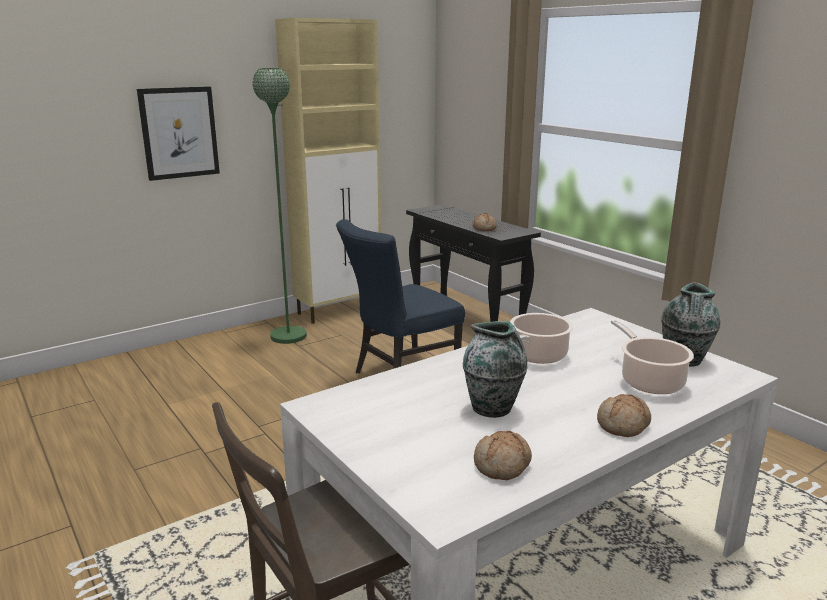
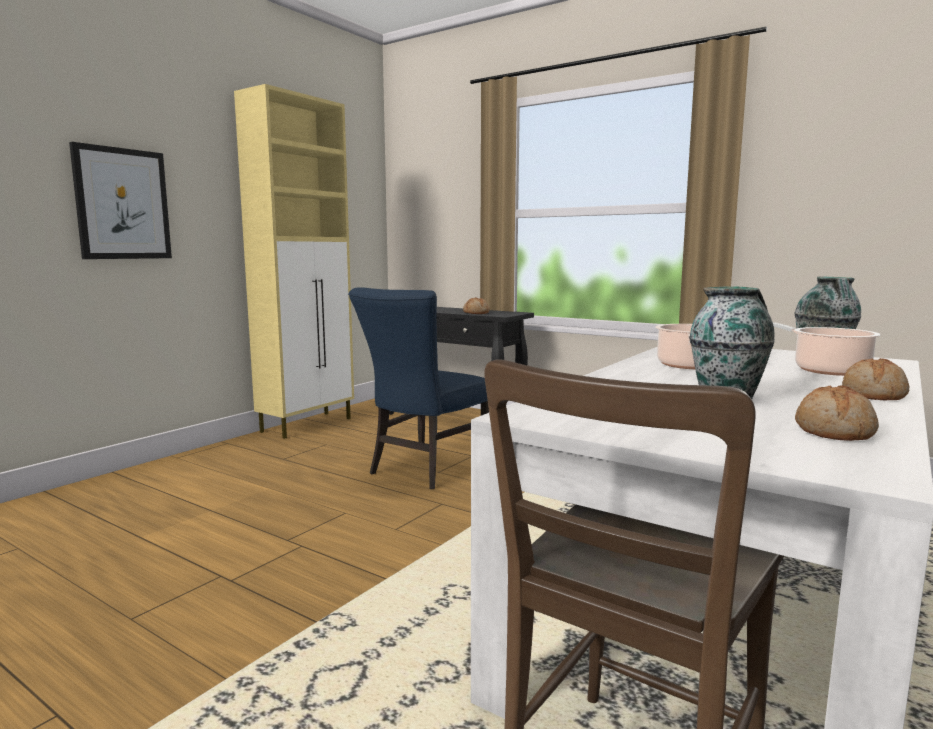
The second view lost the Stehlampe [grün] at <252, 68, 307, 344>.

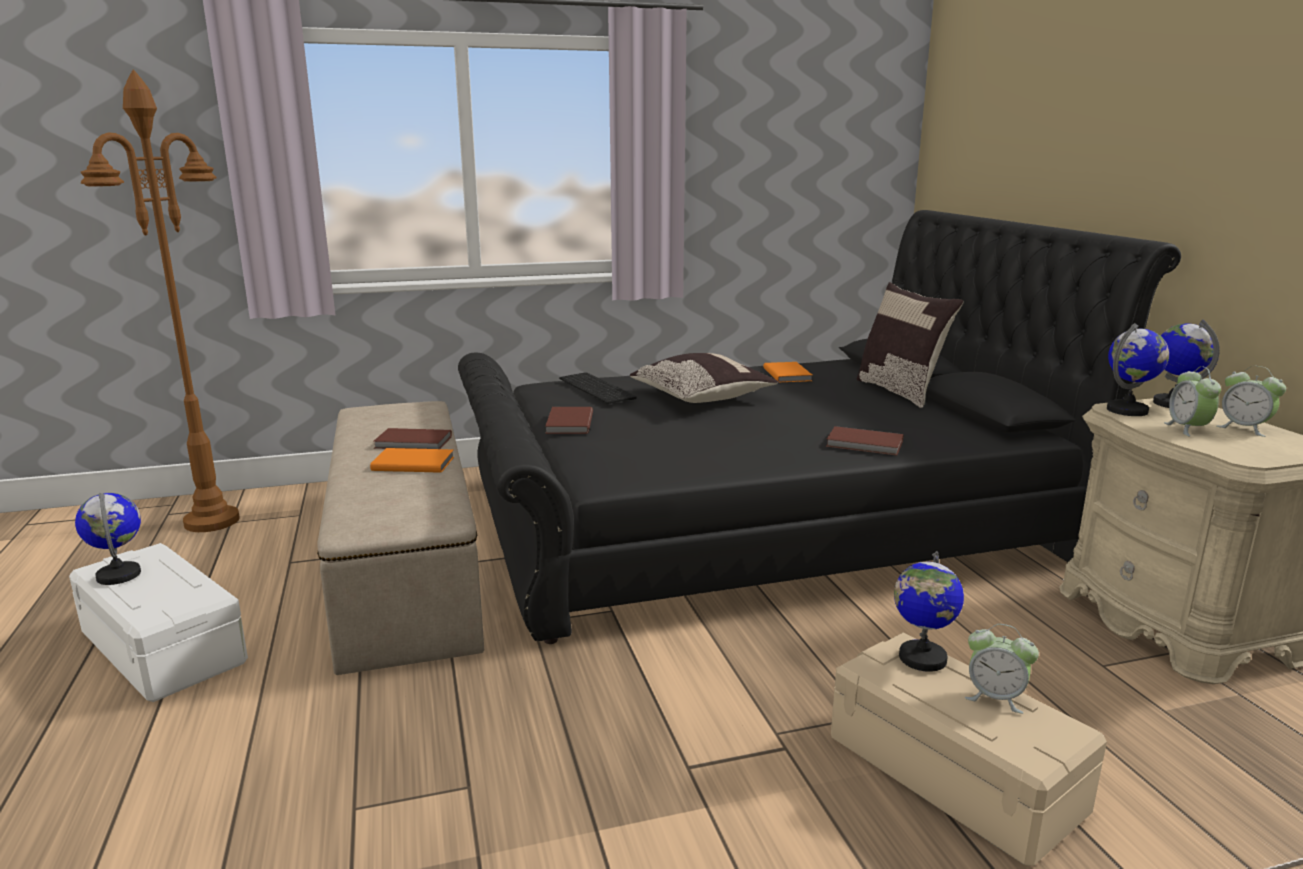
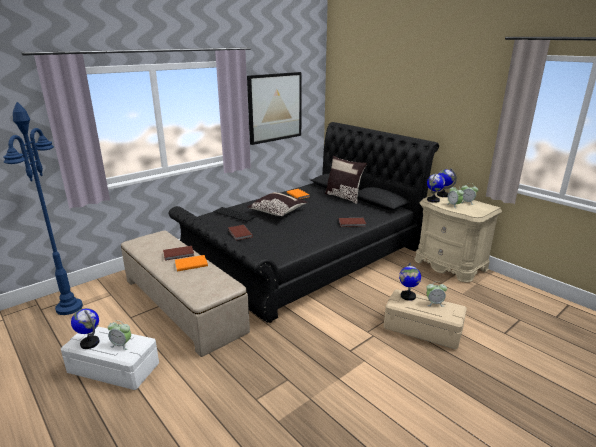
What was the Stehlampe [braun] at <81, 69, 240, 532> turned into the Stehlampe [blau] at <3, 102, 83, 315>.
The second view gained the Bild at <247, 72, 302, 145>.
The second view gained the Wecker at <108, 320, 131, 350>.

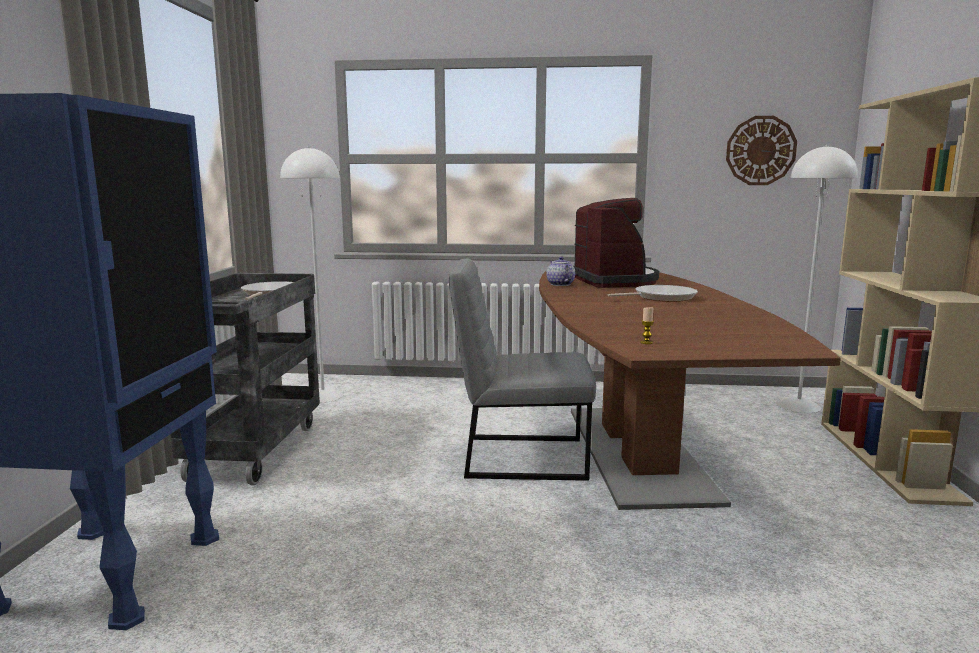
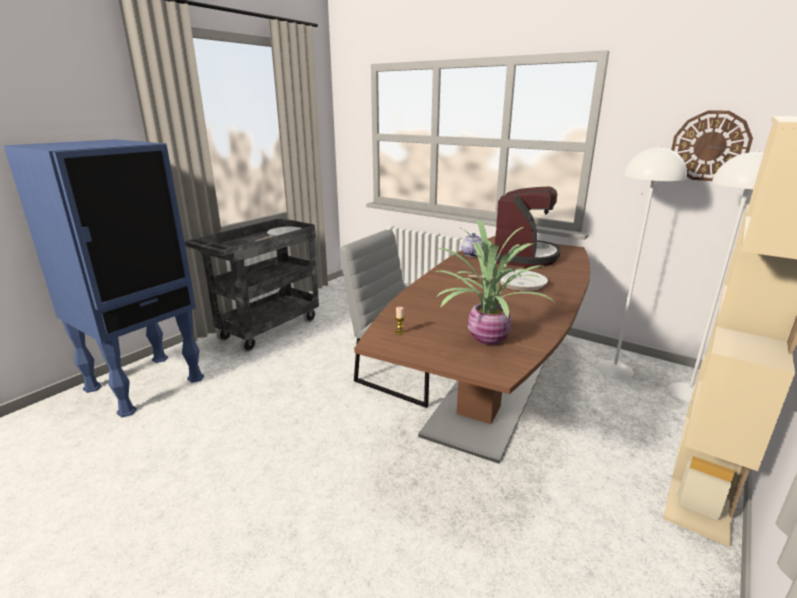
The Stehlampe [weiß] ended up elsewhere, having gone from <280, 147, 343, 402> to <596, 146, 687, 379>.
The second view gained the Topfpflanze at <435, 220, 556, 345>.

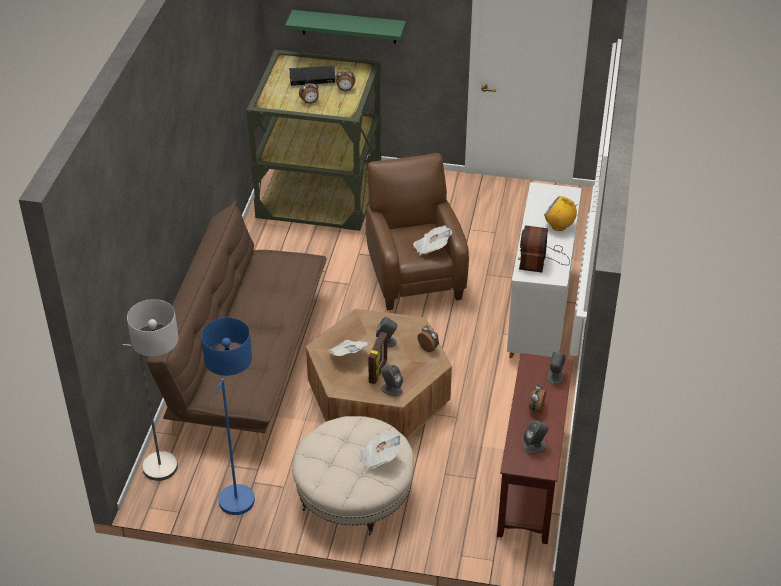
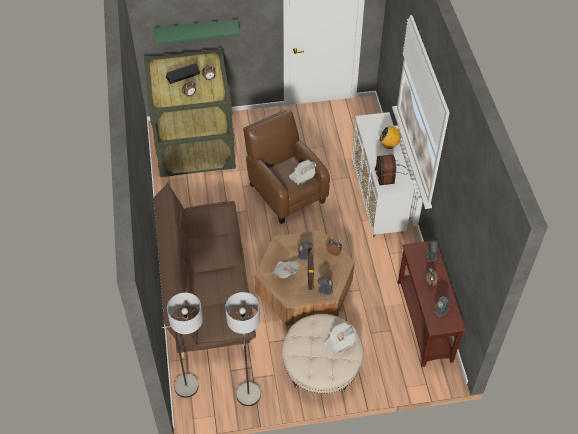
What was the Stehlampe [blau] at <201, 318, 255, 515> turned into the Stehlampe [grau] at <225, 292, 261, 406>.

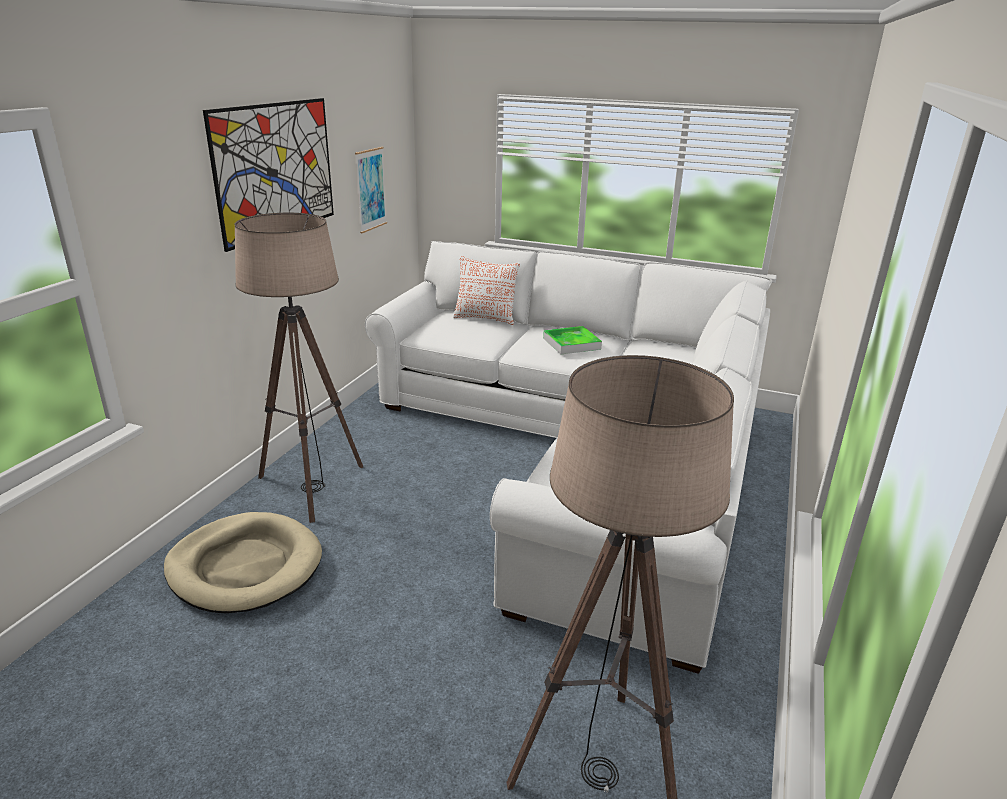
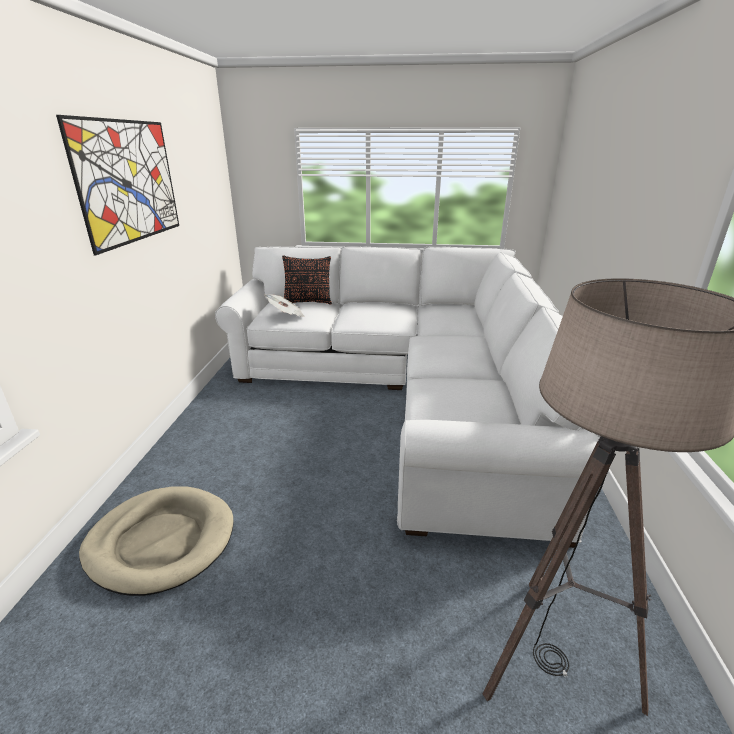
The second view lost the Bild at <355, 147, 387, 233>.
The second view lost the Stehlampe at <235, 213, 363, 523>.
What was the Kissen [weiß] at <453, 256, 520, 325> turned into the Kissen [schwarz] at <282, 255, 332, 305>.
The second view lost the Tablett at <543, 326, 602, 354>.
The second view gained the Zeitung at <264, 294, 305, 317>.

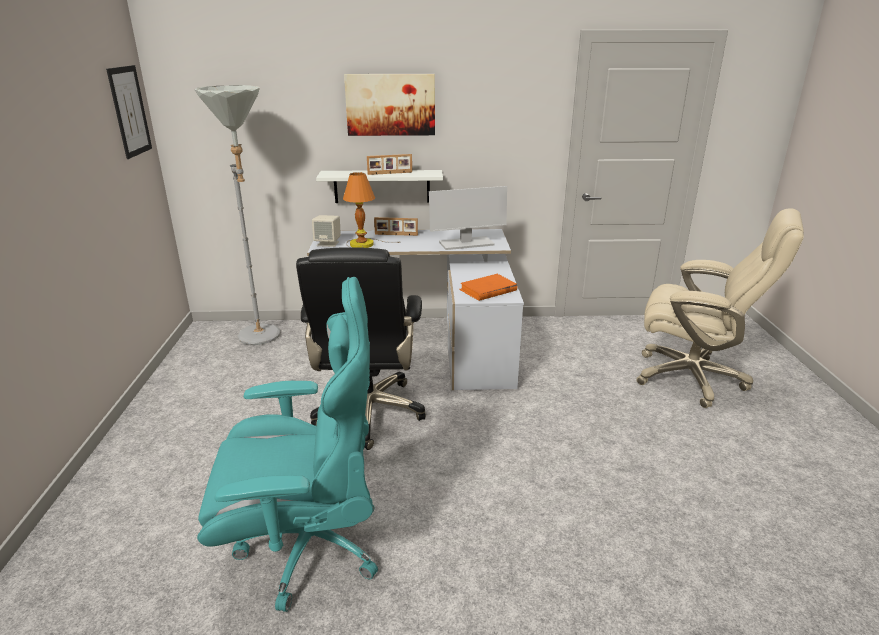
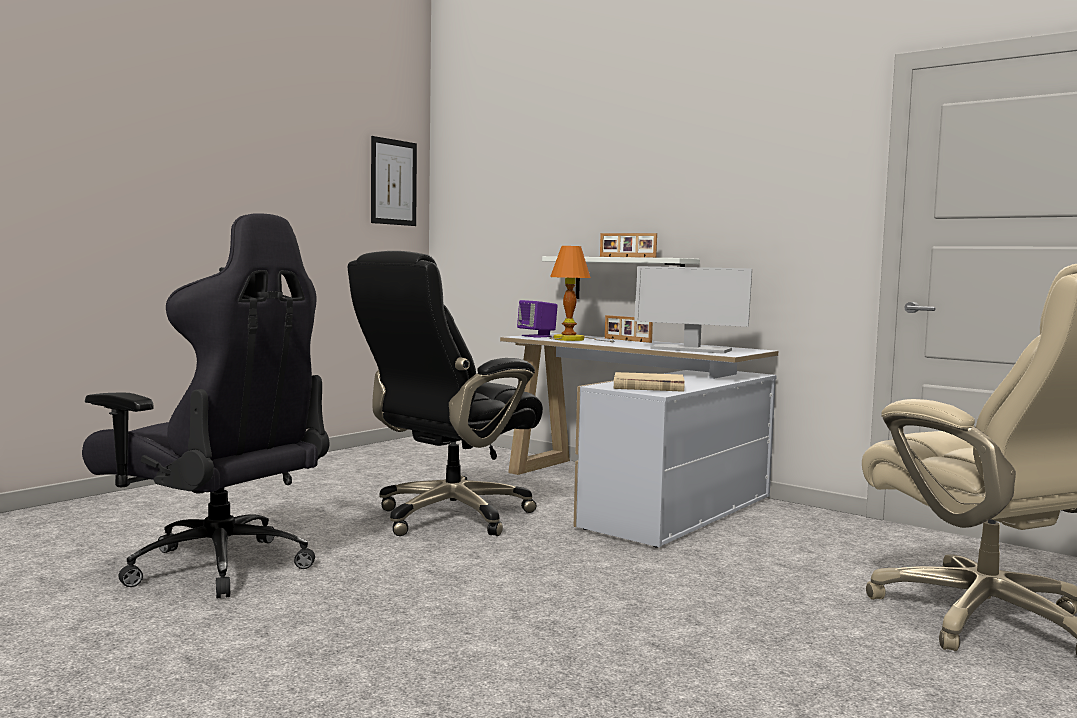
The second view lost the Bild at <344, 74, 435, 136>.
The second view lost the Stehlampe [grau] at <195, 85, 281, 345>.
What was the Lautsprecher [beige] at <312, 215, 341, 247> turned into the Lautsprecher [lila] at <517, 300, 558, 338>.
What was the Buch [orange] at <459, 274, 517, 301> turned into the Buch [beige] at <614, 372, 685, 392>.
What was the Bürostuhl [türkis] at <197, 277, 378, 612> turned into the Bürostuhl [schwarz] at <82, 213, 329, 598>.

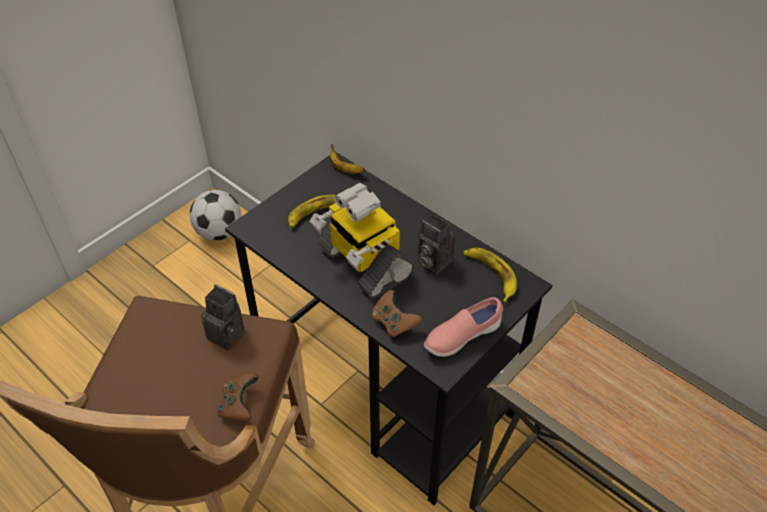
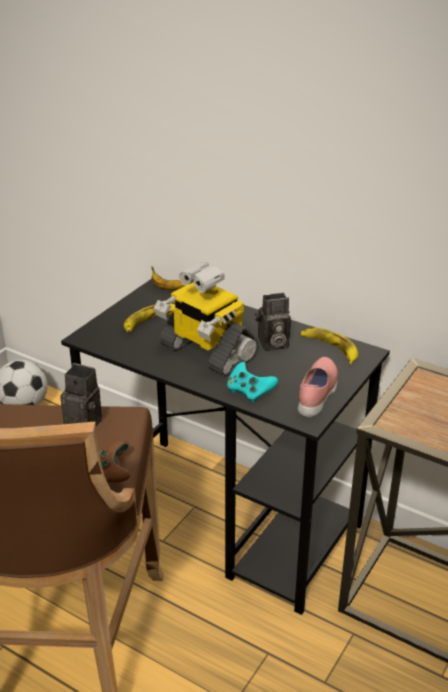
The Kamera at <418, 214, 455, 274> ended up facing another way, 45 degrees counterclockwise from before.
What was the Gamepad [braun] at <371, 290, 422, 337> turned into the Gamepad [türkis] at <227, 362, 278, 403>.
The Schuh [rosa] at <424, 297, 503, 357> ended up facing another way, 150 degrees clockwise from before.

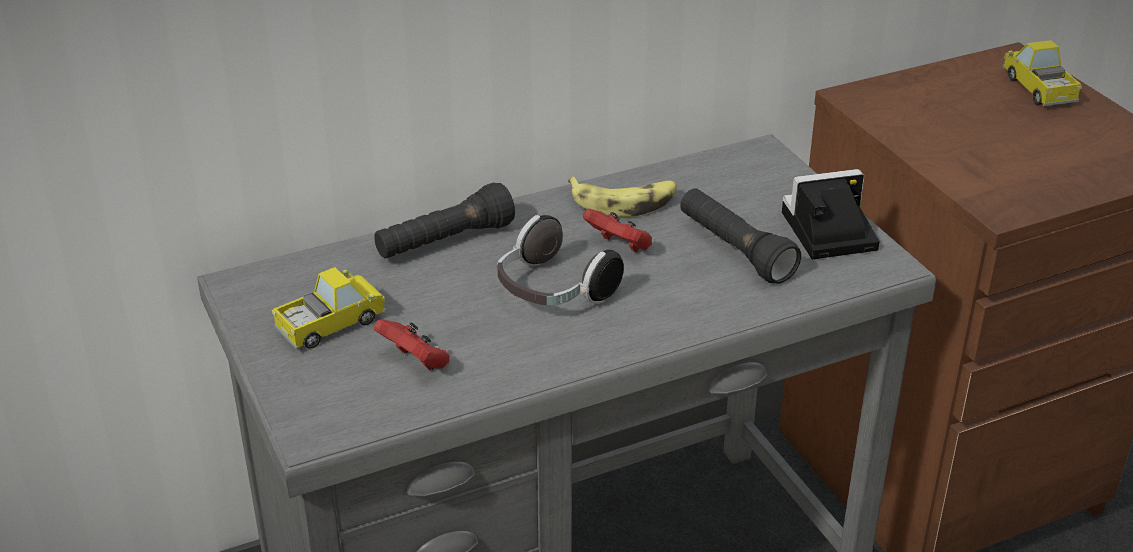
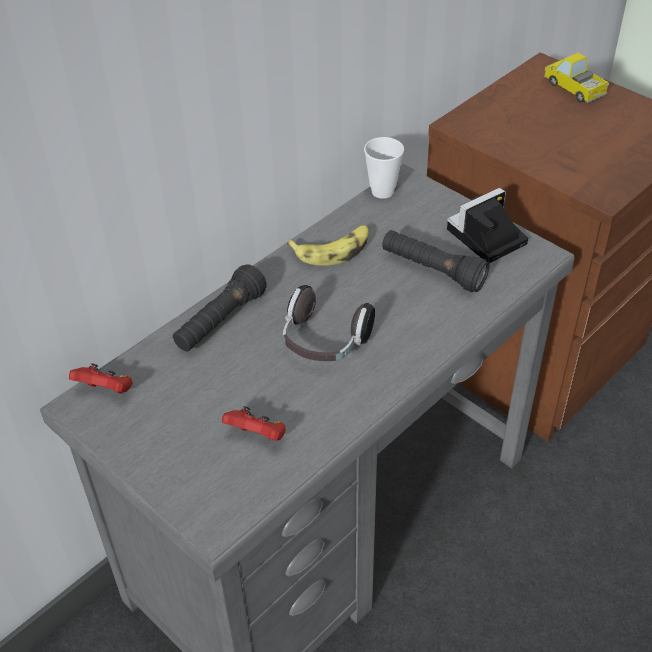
The Gamepad [rot] ended up elsewhere, having gone from <583, 209, 652, 252> to <69, 363, 133, 394>.
The second view lost the Spielzeuglaster at <272, 267, 386, 350>.
The second view gained the Tasse at <364, 137, 404, 199>.

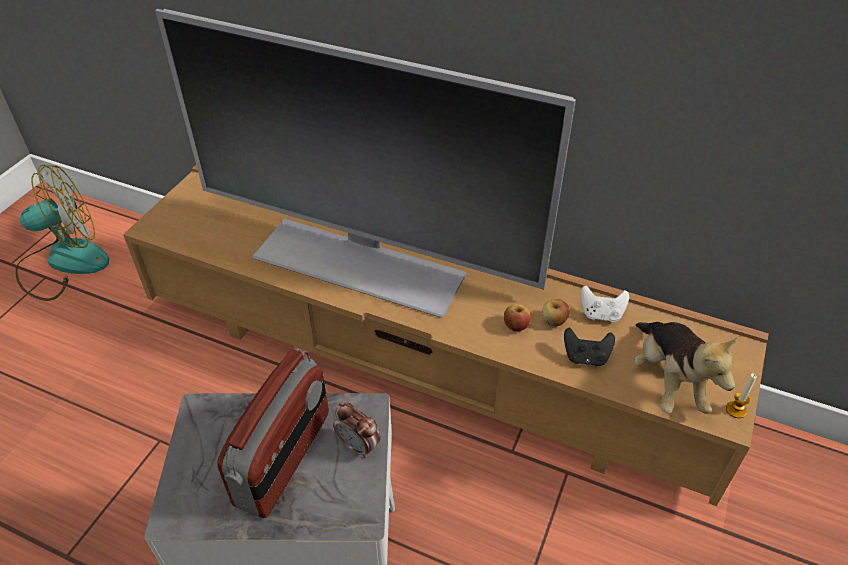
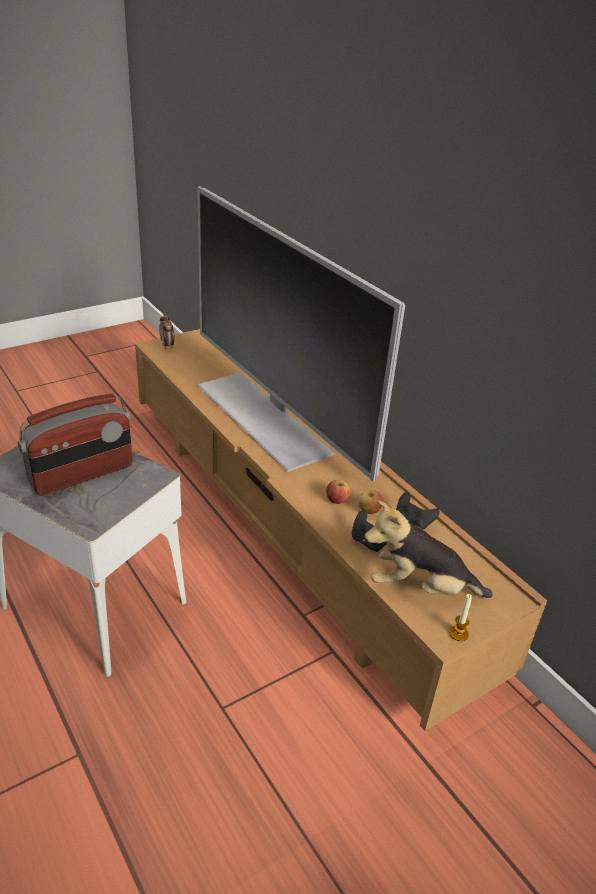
The second view lost the Ventilator at <15, 164, 109, 301>.
What was the Gamepad [weiß] at <581, 286, 629, 322> turned into the Gamepad [schwarz] at <396, 492, 440, 530>.
The Plüschtier at <634, 322, 737, 414> ended up facing another way, 75 degrees clockwise from before.
The Wecker ended up elsewhere, having gone from <333, 402, 381, 458> to <159, 313, 174, 349>.

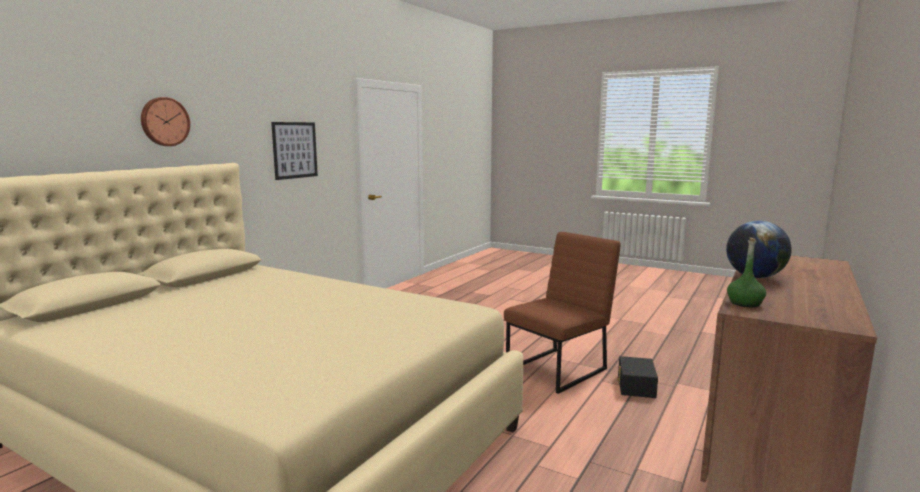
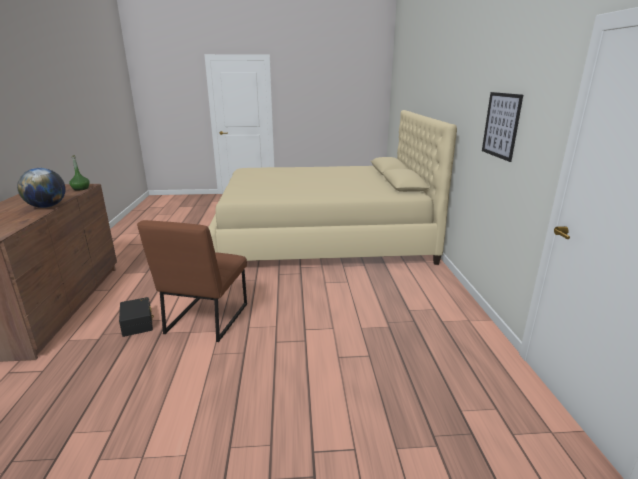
The second view lost the Wanduhr at <141, 97, 190, 146>.

